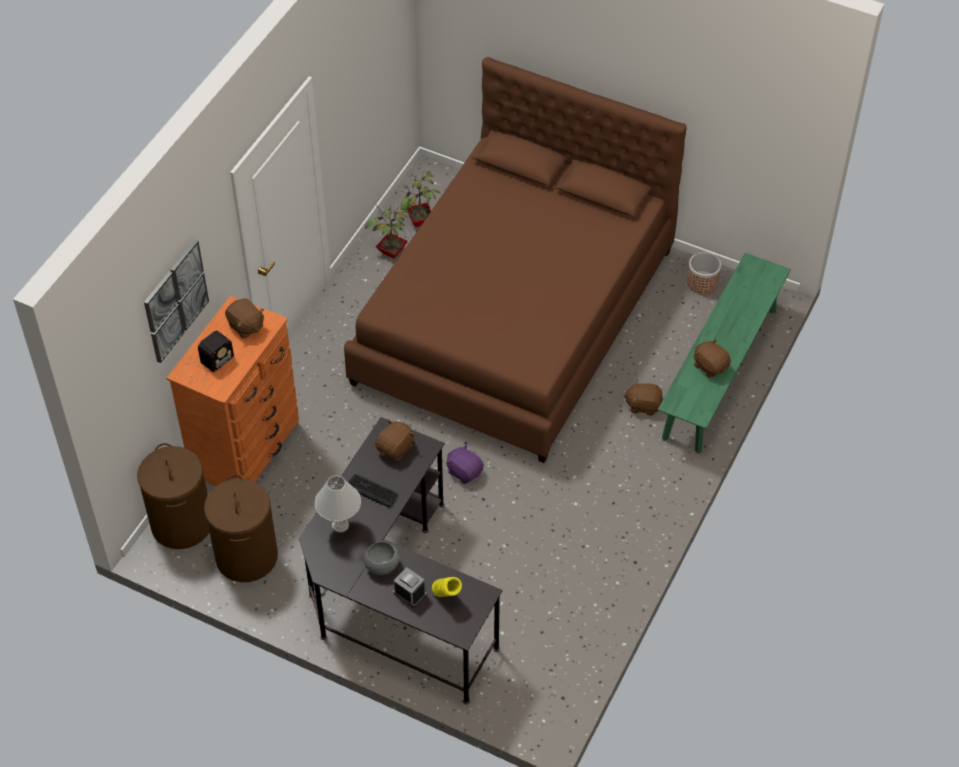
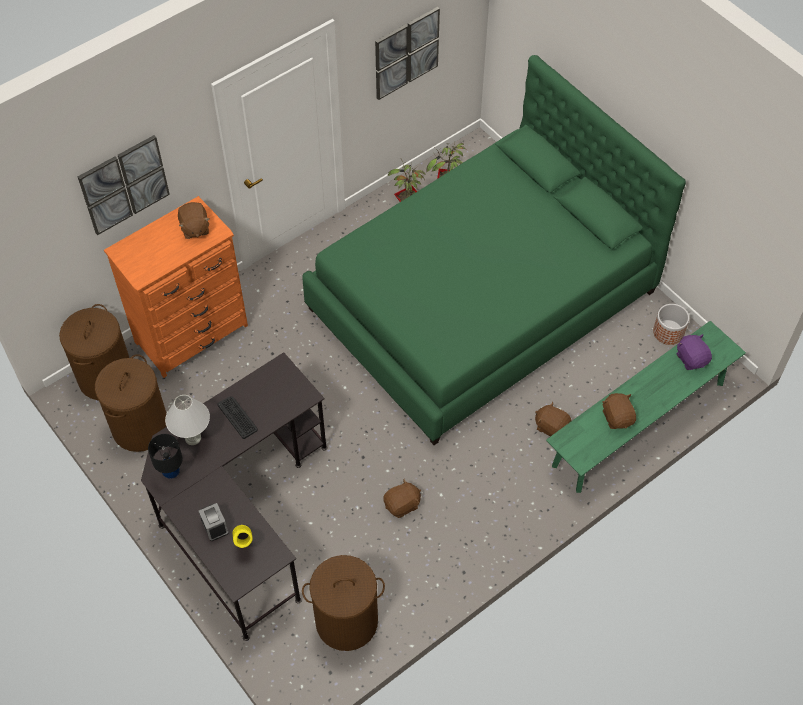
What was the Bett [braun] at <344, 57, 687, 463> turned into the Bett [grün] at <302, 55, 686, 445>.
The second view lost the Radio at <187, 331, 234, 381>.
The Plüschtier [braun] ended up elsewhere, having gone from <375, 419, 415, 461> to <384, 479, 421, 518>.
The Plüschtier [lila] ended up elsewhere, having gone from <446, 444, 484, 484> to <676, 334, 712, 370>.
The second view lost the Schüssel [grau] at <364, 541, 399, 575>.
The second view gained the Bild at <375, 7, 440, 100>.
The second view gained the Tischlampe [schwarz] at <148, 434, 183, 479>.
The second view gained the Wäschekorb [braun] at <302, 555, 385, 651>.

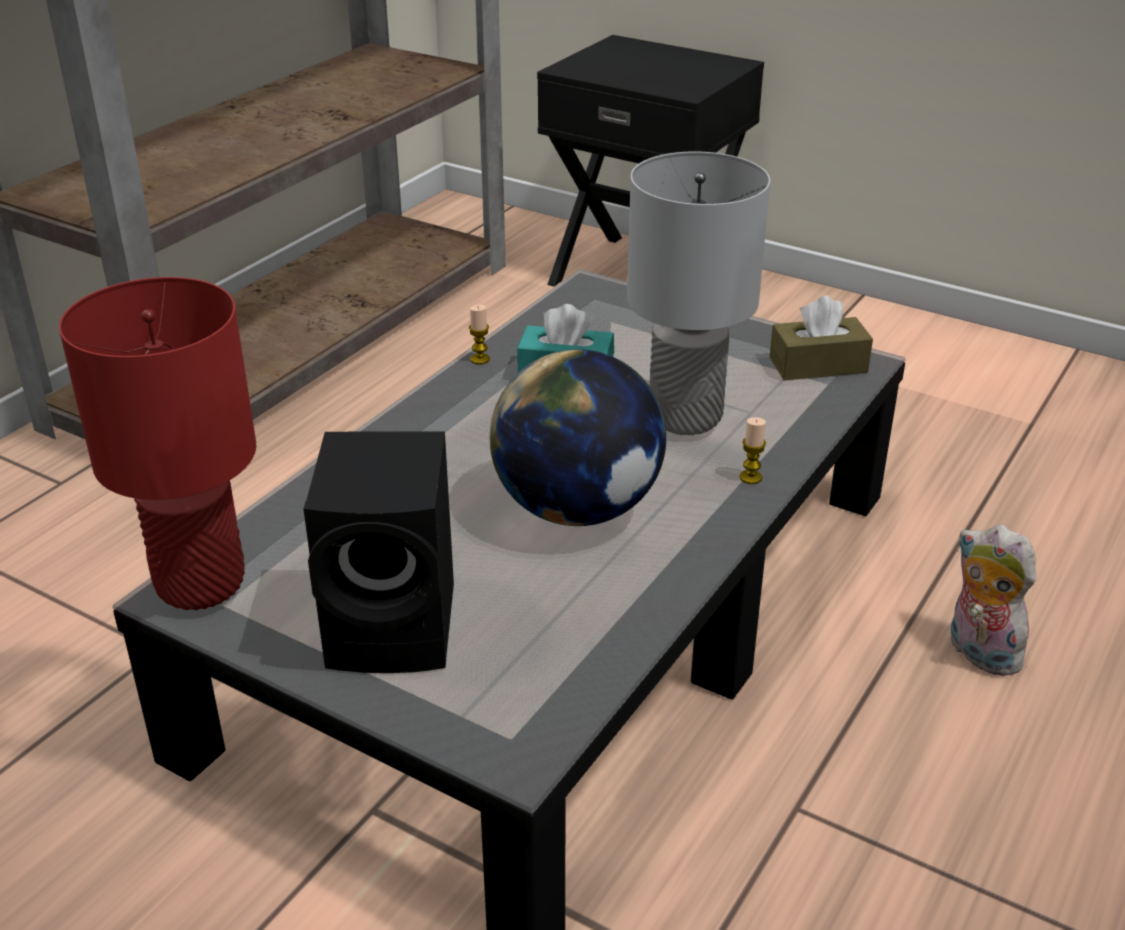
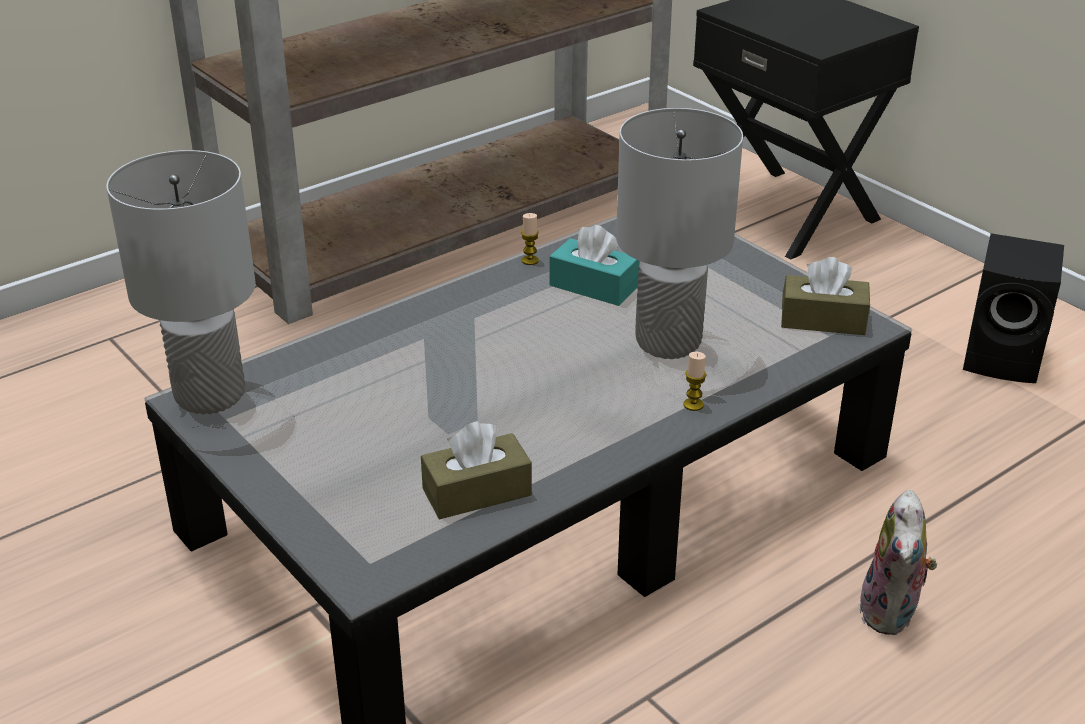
What was the Tischlampe [rot] at <59, 277, 256, 610> turned into the Tischlampe [grau] at <107, 150, 255, 415>.
The second view lost the Globus at <490, 350, 666, 526>.
The Lautsprecher [schwarz] ended up elsewhere, having gone from <304, 431, 454, 673> to <963, 233, 1064, 383>.
The Plüschtier at <950, 524, 1036, 676> ended up facing another way, 150 degrees counterclockwise from before.
The second view gained the Taschentuchbox [braun] at <421, 421, 532, 519>.

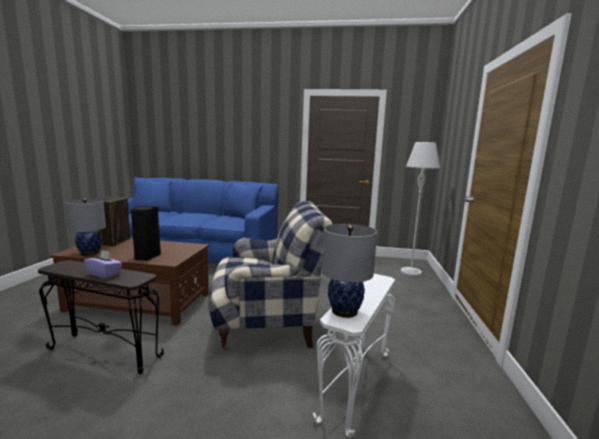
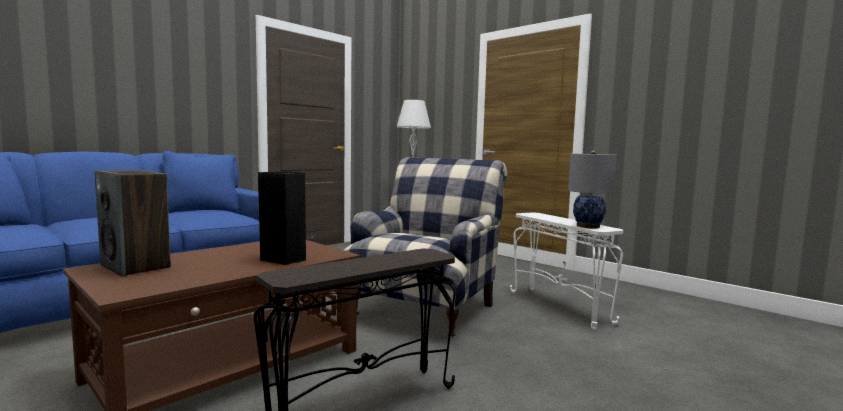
The second view lost the Tischlampe [grau] at <65, 198, 106, 256>.
The second view lost the Taschentuchbox [lila] at <84, 250, 122, 279>.

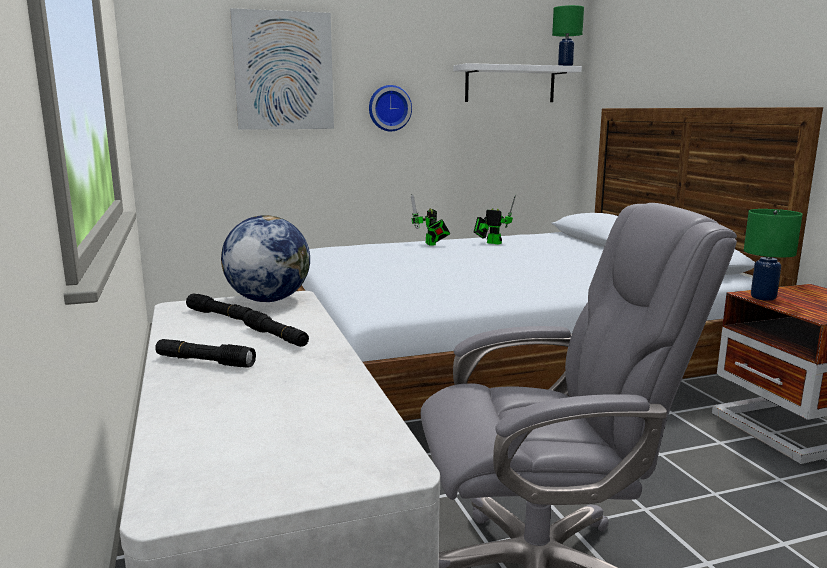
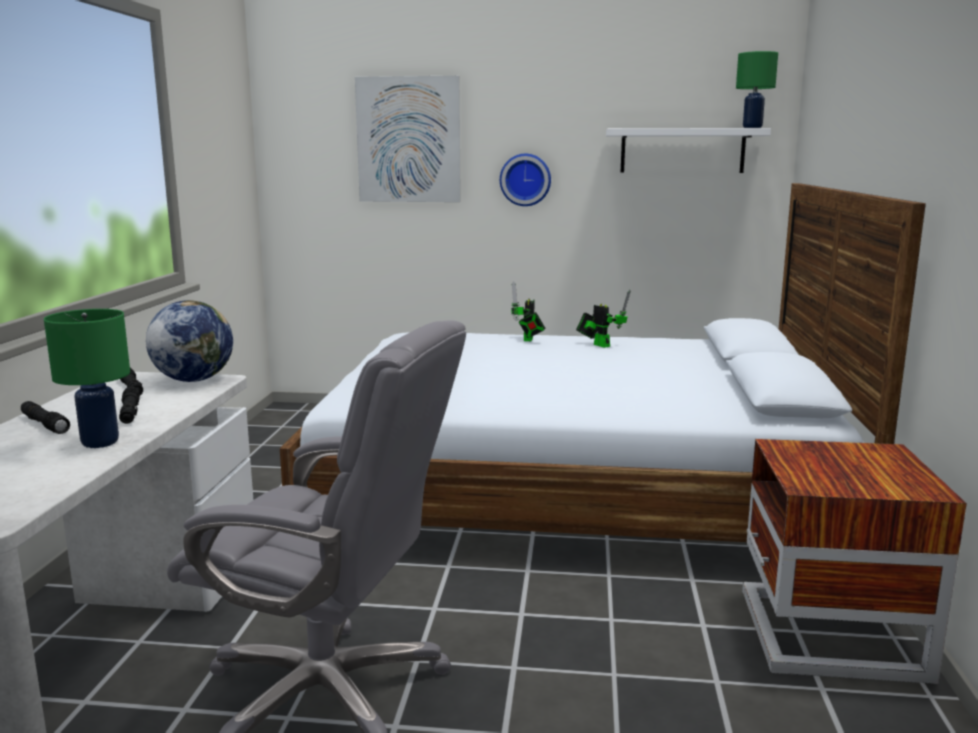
The Tischlampe [grün] ended up elsewhere, having gone from <744, 209, 803, 301> to <44, 309, 130, 448>.

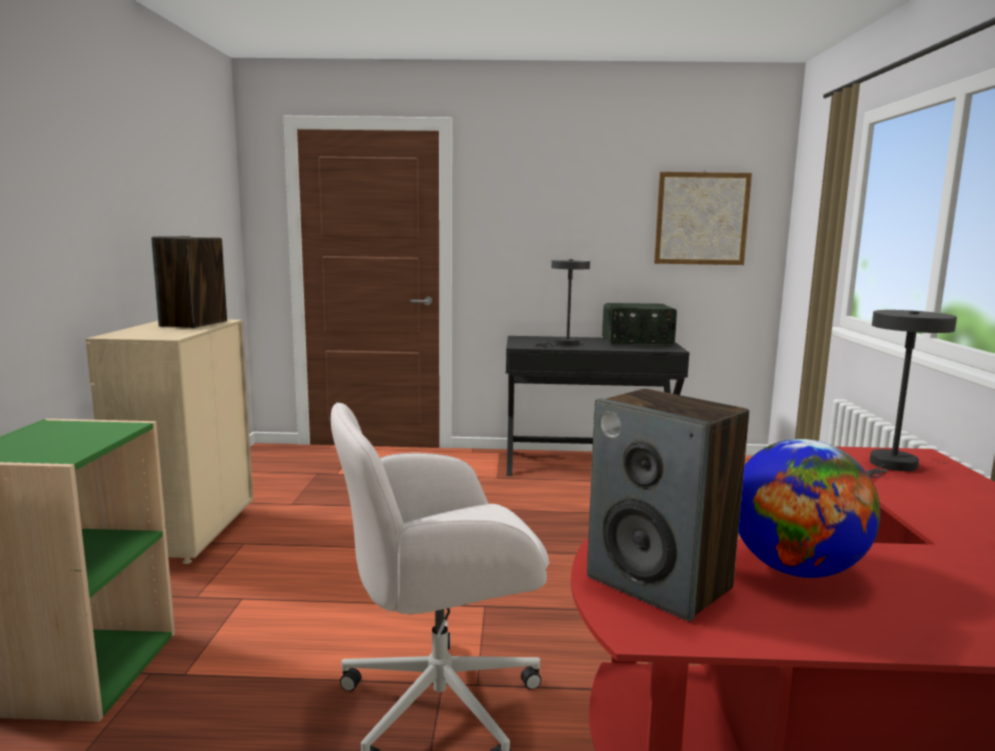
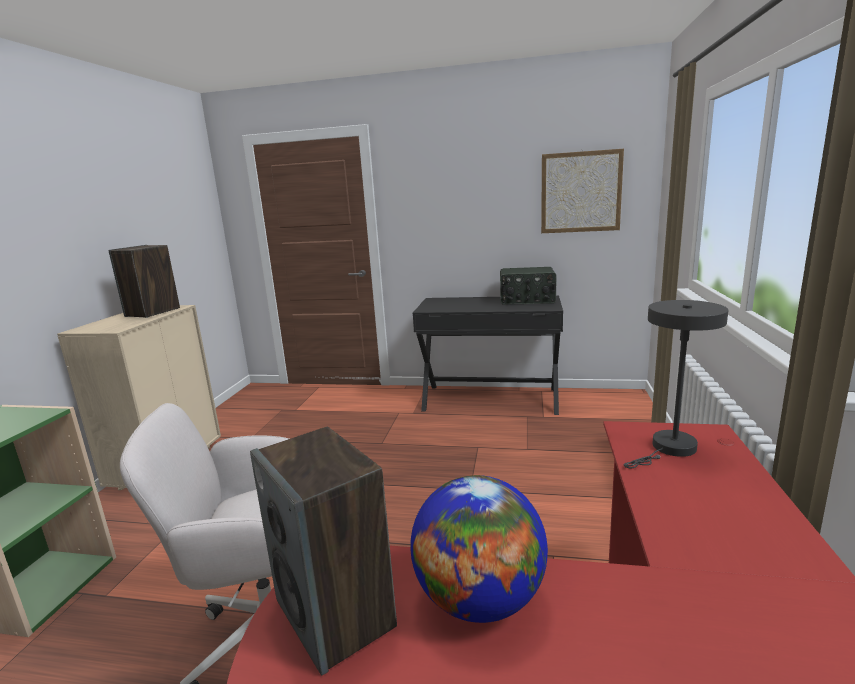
The second view lost the Tischlampe [grau] at <534, 259, 590, 347>.

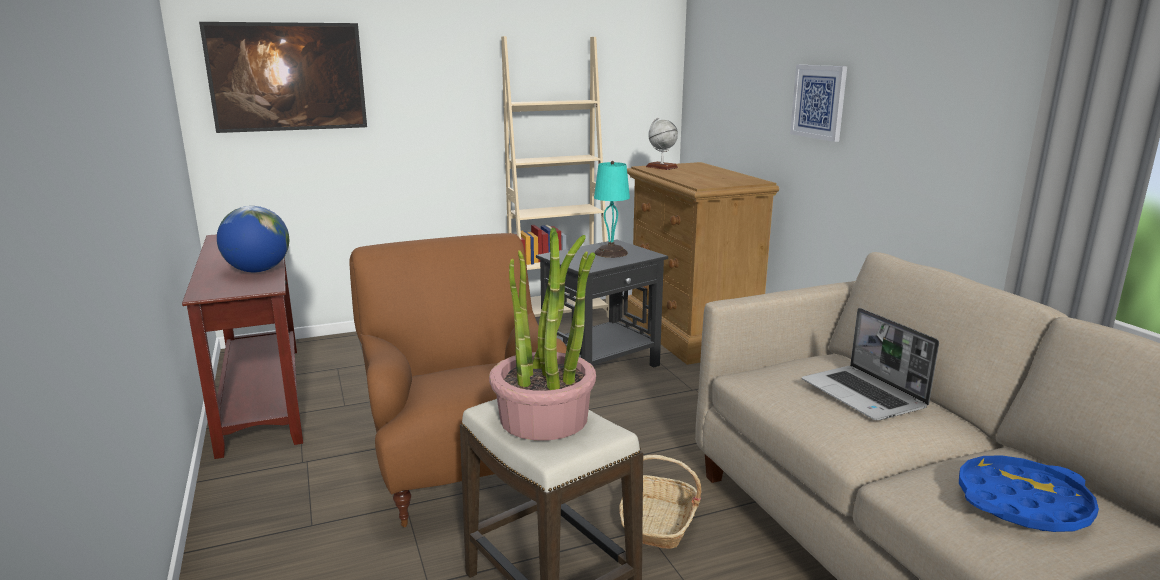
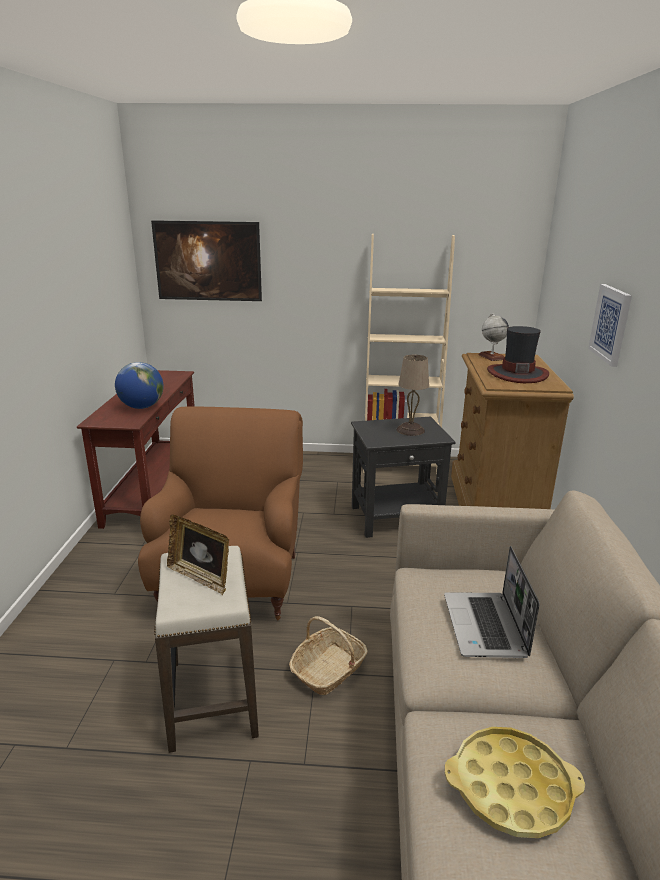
What was the Tischlampe [türkis] at <594, 161, 630, 258> turned into the Tischlampe [beige] at <397, 355, 429, 436>.
Where the Topfpflanze stood at <489, 227, 596, 441>, the Bilderrahmen came to stand at <167, 515, 229, 595>.
What was the Tablett [blau] at <959, 455, 1099, 532> turned into the Tablett [gelb] at <445, 727, 585, 838>.
The second view gained the Hut at <487, 326, 549, 383>.

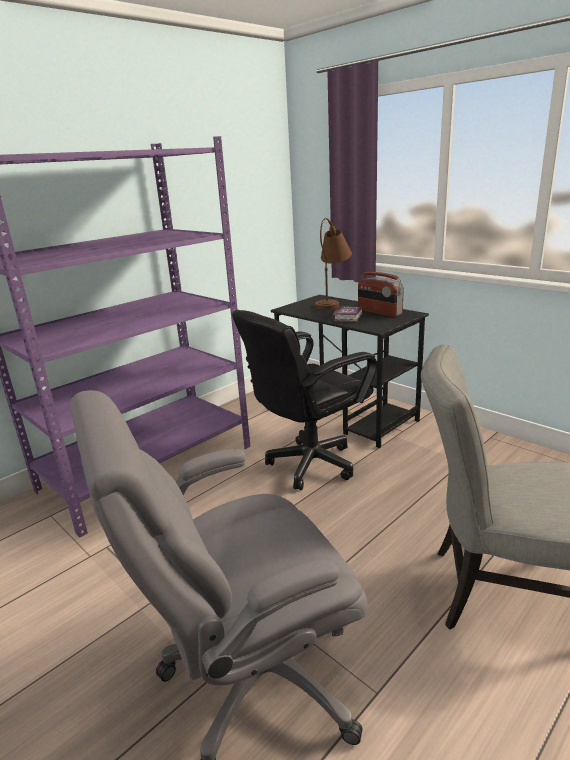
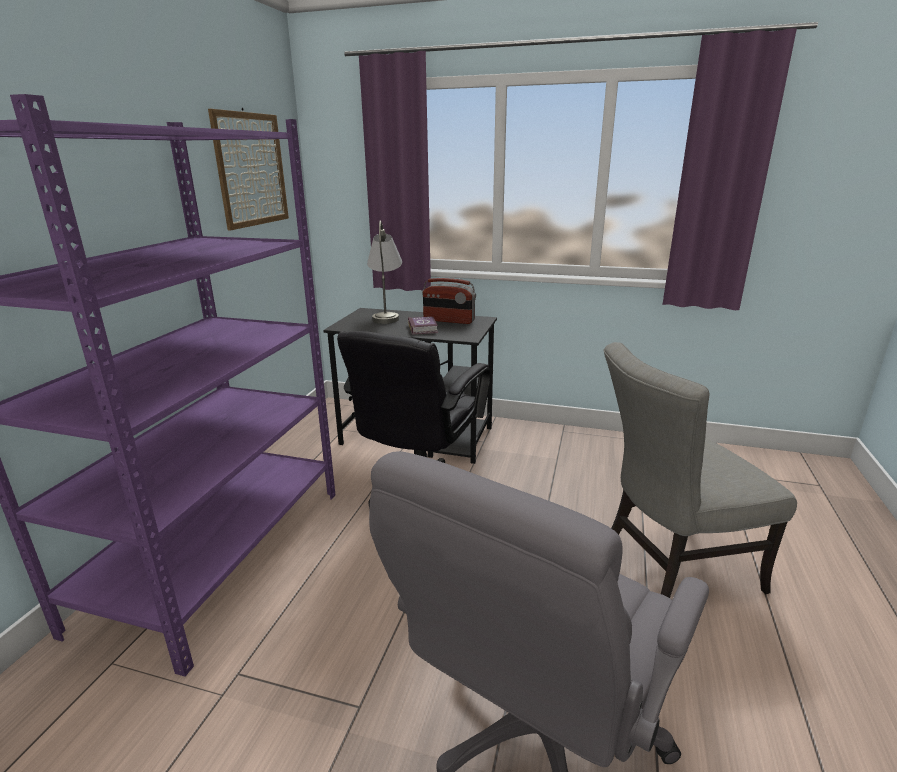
What was the Tischlampe [braun] at <315, 218, 352, 310> turned into the Tischlampe [grau] at <367, 221, 402, 324>.
The second view gained the Bild at <208, 108, 289, 231>.

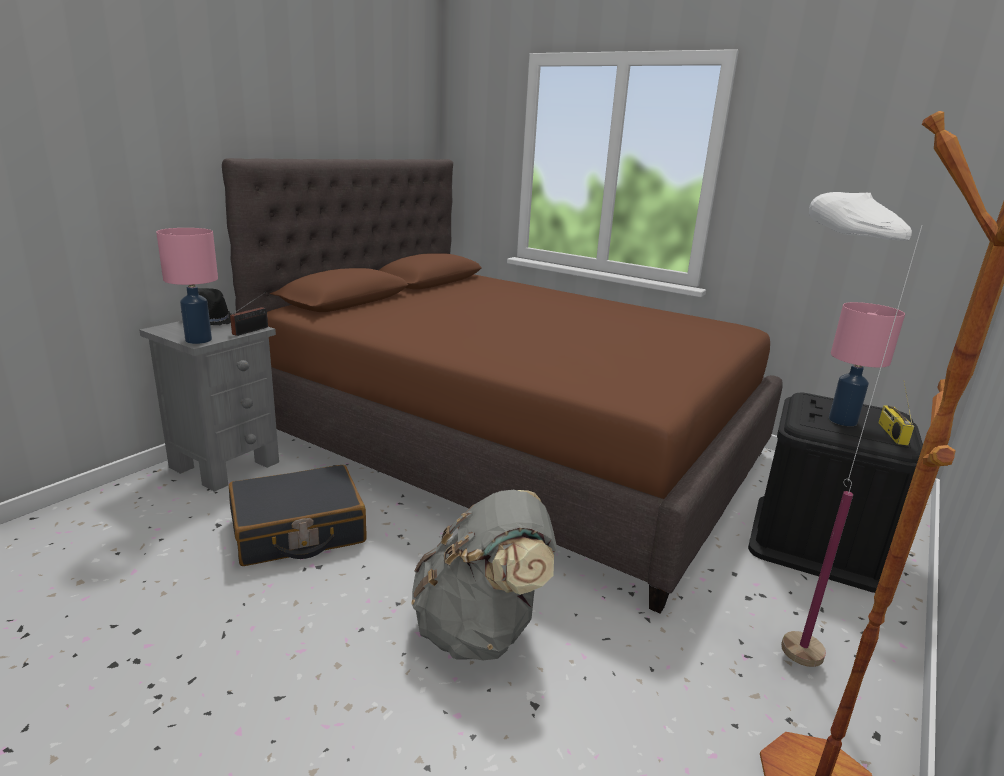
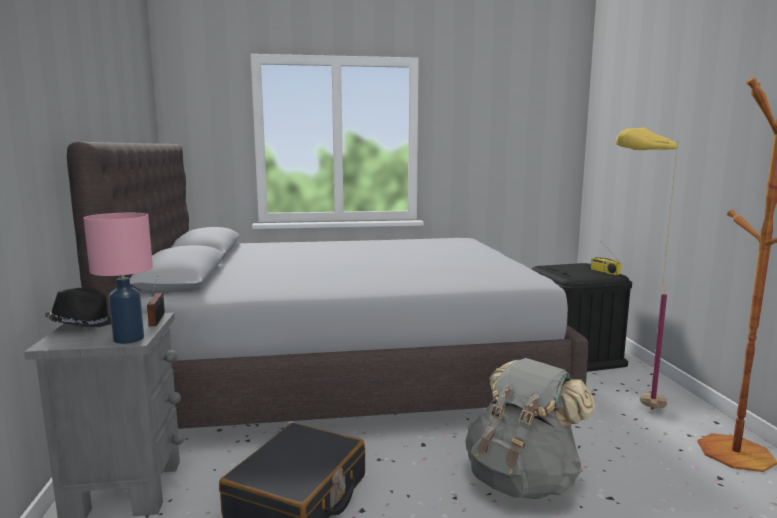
What was the Bett [braun] at <222, 158, 783, 614> turned into the Bett [grau] at <67, 141, 588, 429>.
What was the Stehlampe [weiß] at <781, 192, 922, 667> turned into the Stehlampe [gelb] at <616, 127, 678, 410>.
The second view lost the Tischlampe [rosa] at <829, 302, 905, 426>.

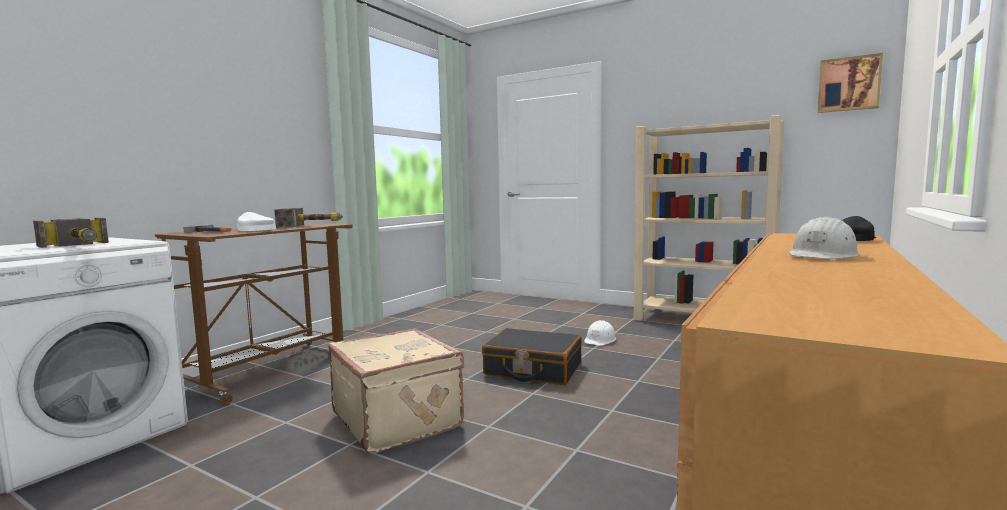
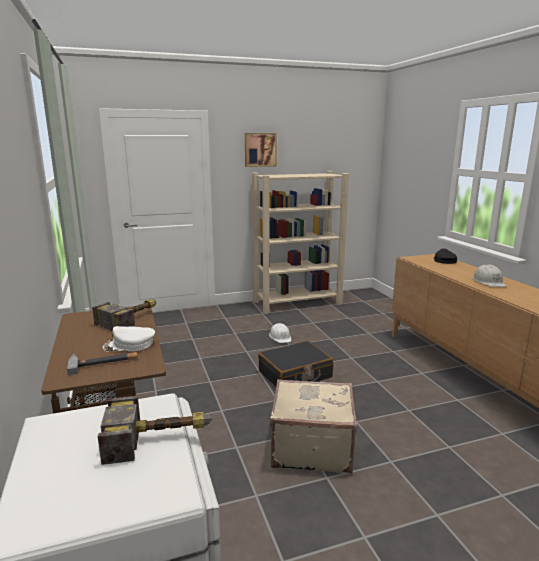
The Bild ended up elsewhere, having gone from <818, 53, 883, 113> to <245, 133, 277, 167>.

